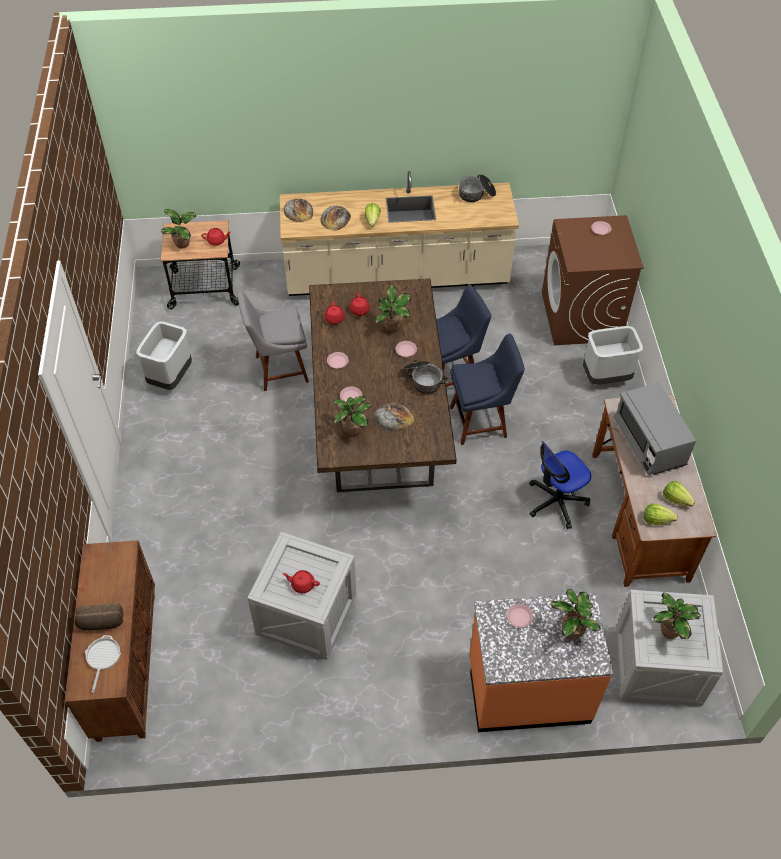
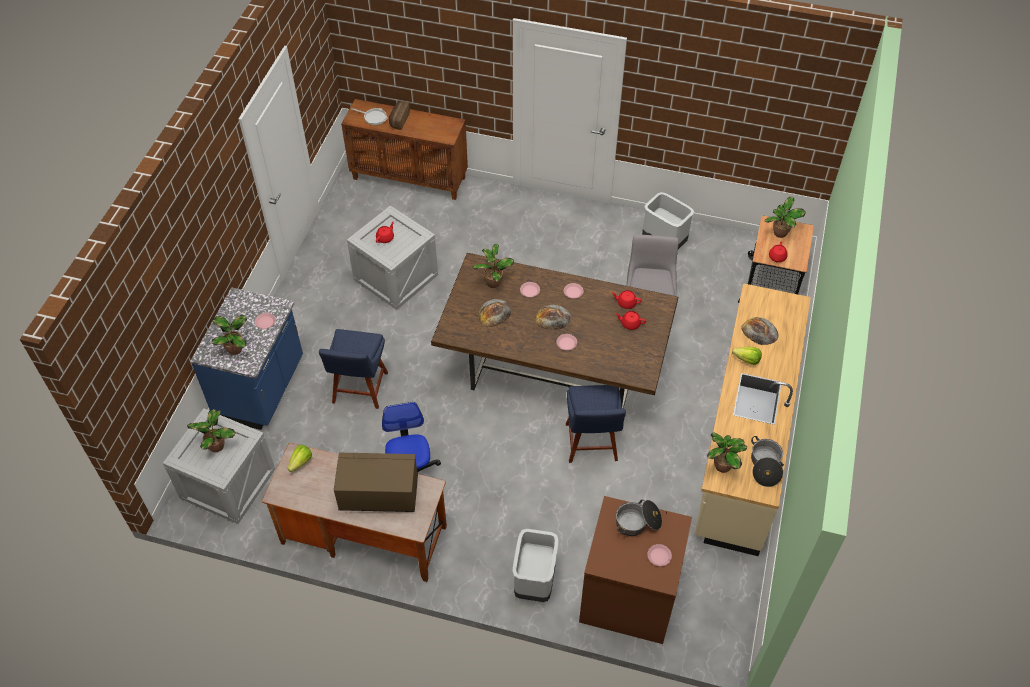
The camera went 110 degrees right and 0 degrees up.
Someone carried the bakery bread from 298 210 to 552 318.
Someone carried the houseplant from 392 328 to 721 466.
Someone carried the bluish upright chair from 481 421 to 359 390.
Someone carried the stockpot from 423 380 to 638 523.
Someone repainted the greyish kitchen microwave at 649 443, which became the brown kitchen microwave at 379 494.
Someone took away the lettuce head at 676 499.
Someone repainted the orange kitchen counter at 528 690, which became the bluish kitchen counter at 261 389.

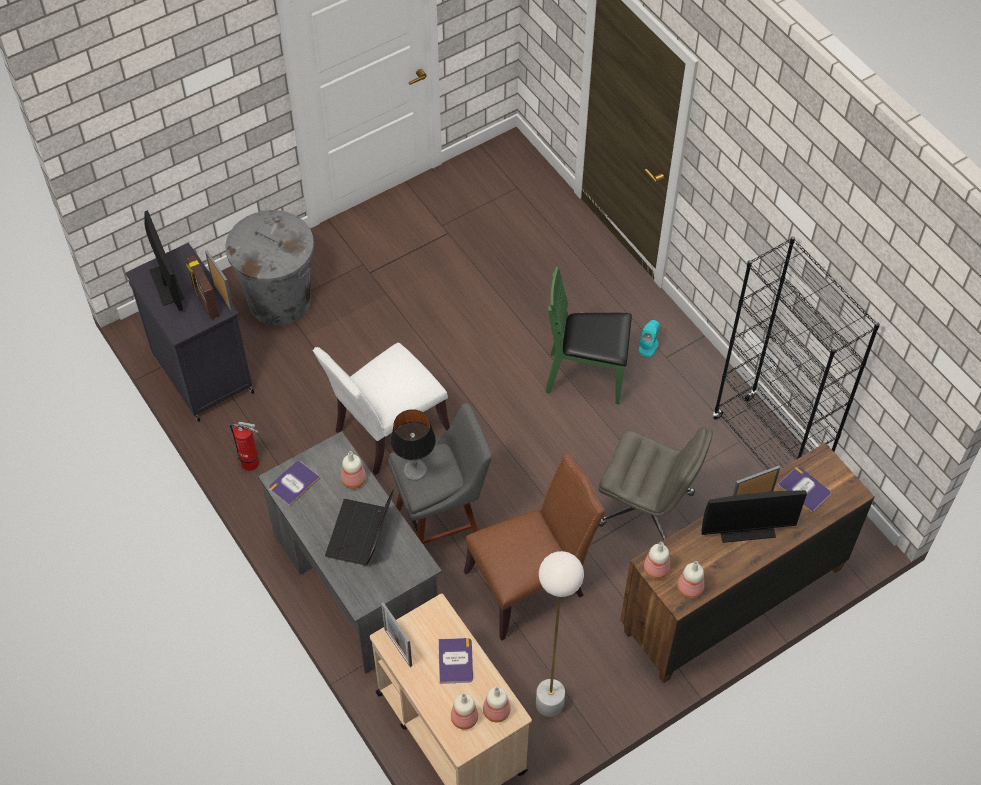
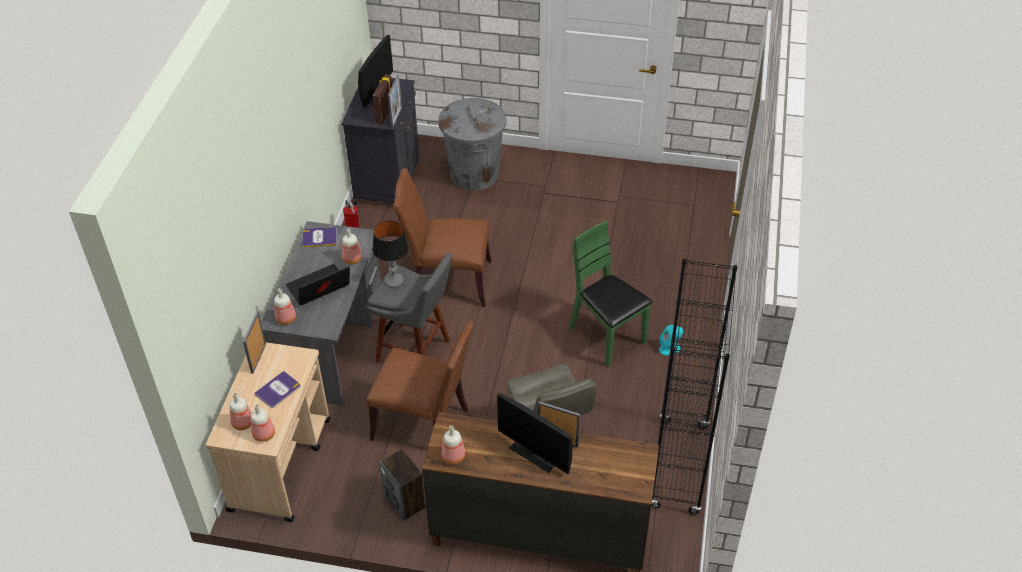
The camera went 45 degrees right and 10 degrees down.
Someone repainted the white upright chair at 387 431, which became the brown upright chair at 448 281.
Someone took away the volume at 804 489.
Someone carried the drink bottle from 656 568 to 286 318.
Someone took away the white standing lamp at 549 703.
Someone put down the audio speaker at 405 501.

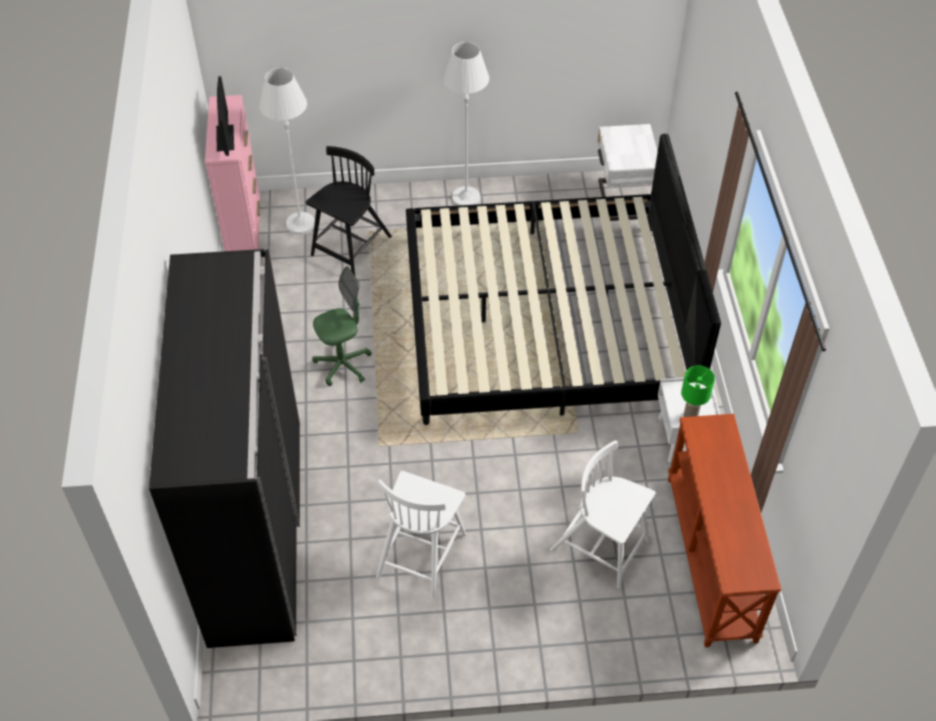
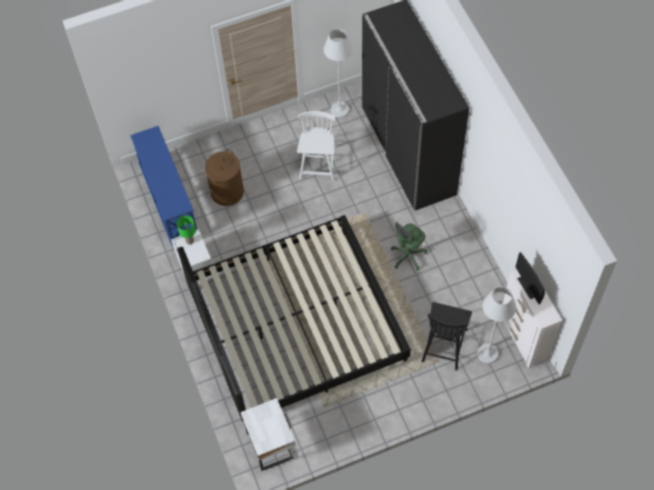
The camera went 165 degrees right and 10 degrees up.
Someone carried the white standing lamp from 466 198 to 339 110.
Someone repainted the pinkish dresser at 244 229, which became the white dresser at 523 338.
Someone repainted the brown narrow table at 712 557, which became the bluish narrow table at 169 202.
Someone swapped the white upright chair at 601 547 for the brown laundry basket at 227 192.

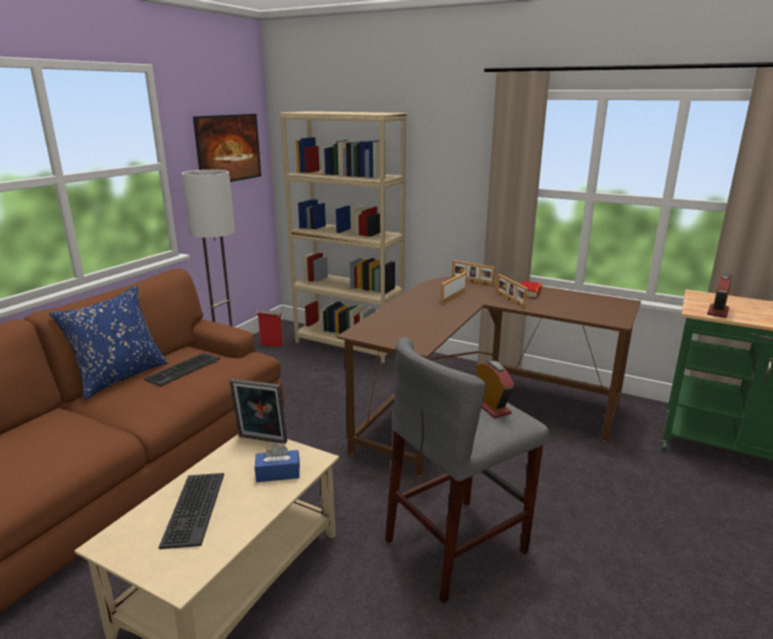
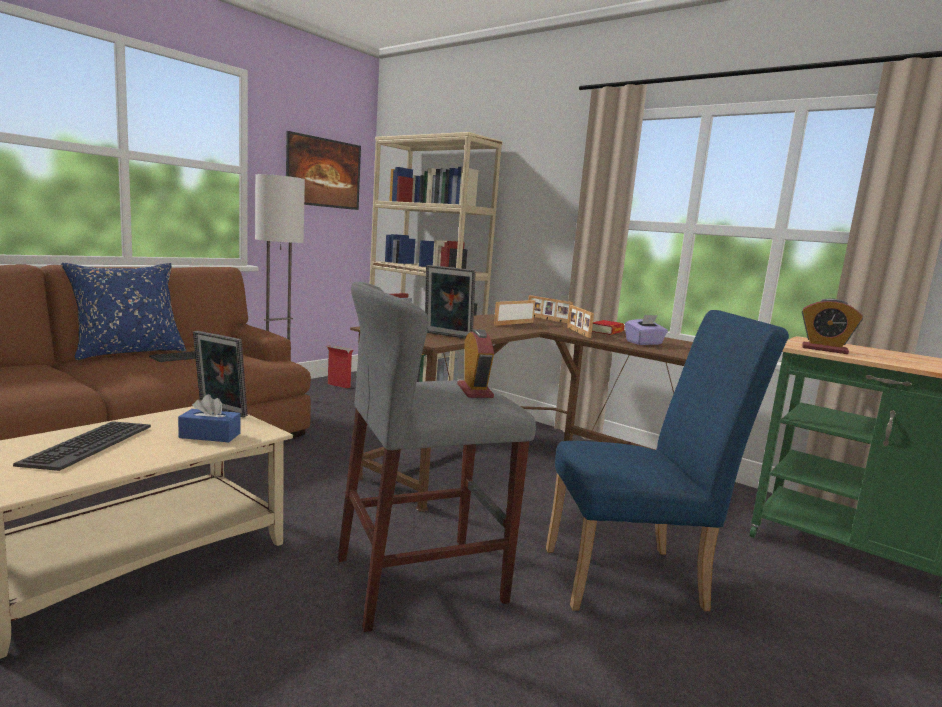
The camera went 10 degrees right and 10 degrees down.
Someone rotated the table clock at 718 311 by 75 degrees clockwise.
Someone put down the standing frame at 447 336.
Someone put down the bluish upright chair at 636 578.
Someone put down the purple box of tissues at 644 343.

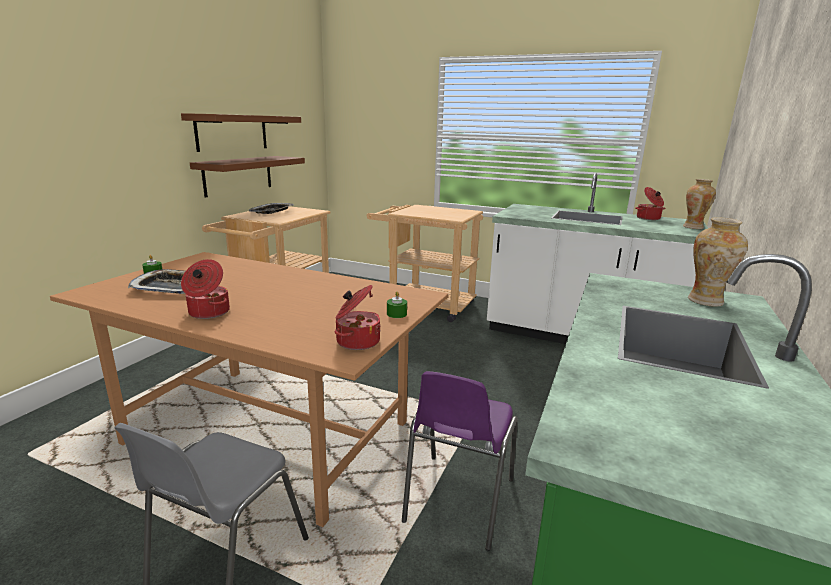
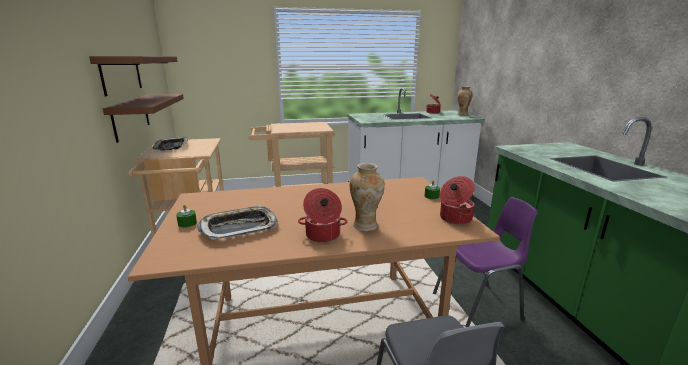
The camera went 35 degrees left and 0 degrees up.
Someone carried the decorative vase from 706 301 to 366 226.
Someone rotated the purple upright chair at 457 502 by 90 degrees counterclockwise.

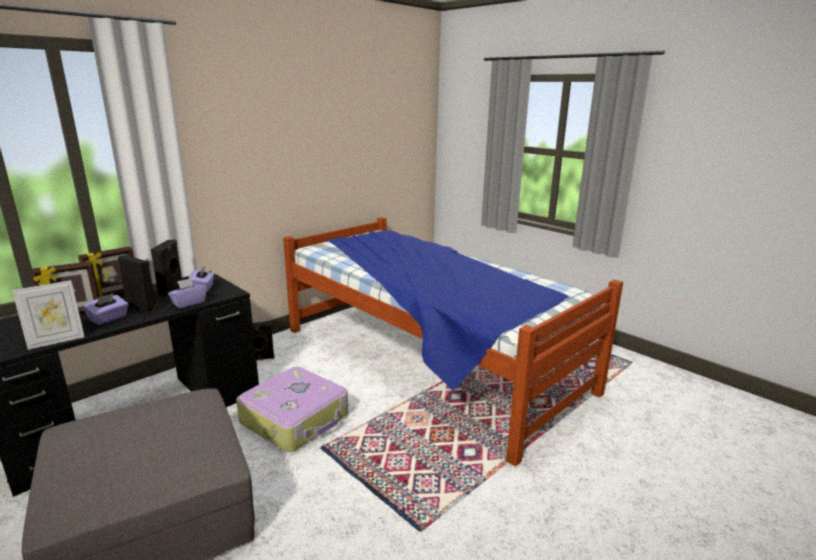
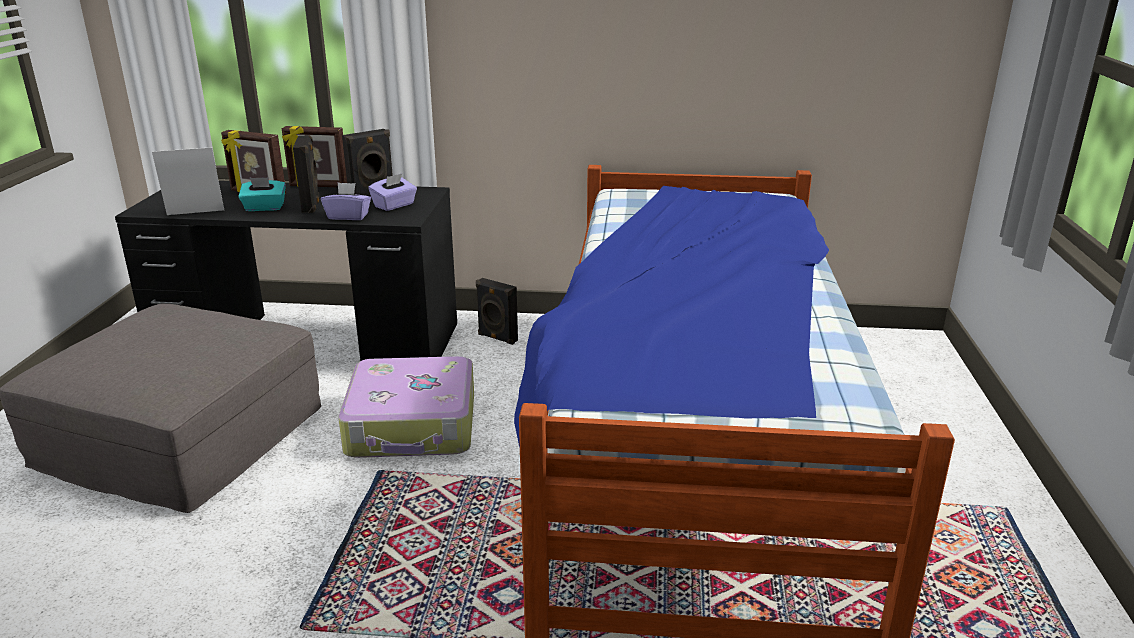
The camera went 50 degrees right and 5 degrees up.
Someone rotated the standing frame at 56 341 by 150 degrees clockwise.
Someone repainted the purple box of tissues at 108 319, which became the turquoise box of tissues at 264 208.

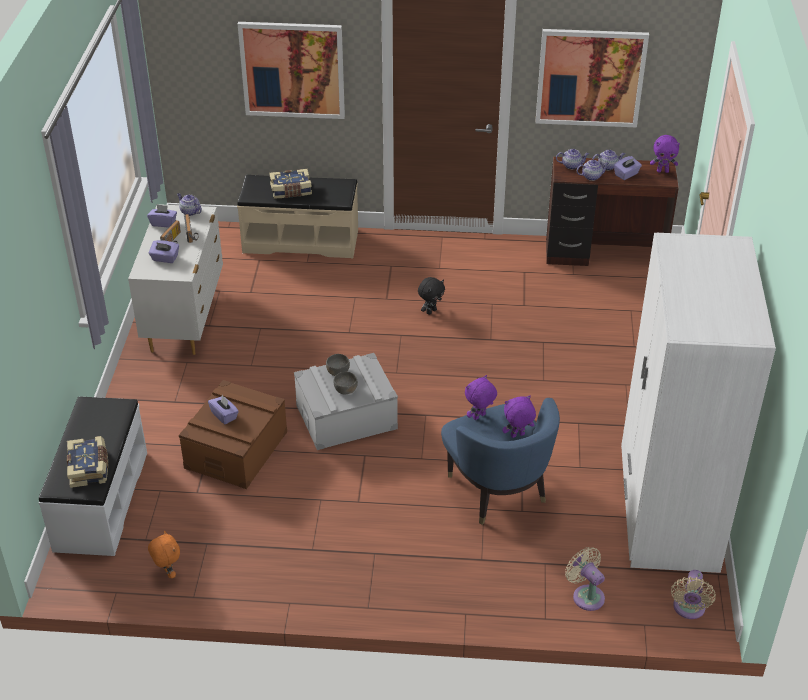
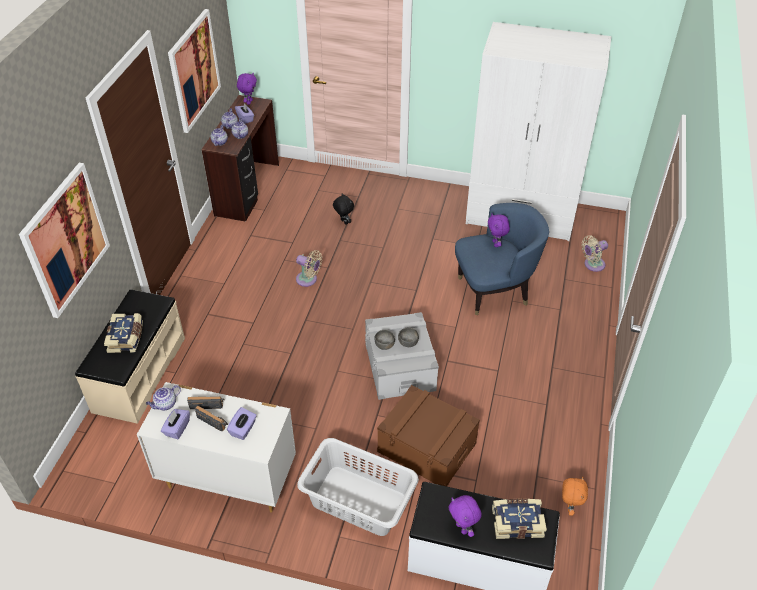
The camera went 80 degrees left and 5 degrees up.
Someone carried the black-coloured soft toy from 431 311 to 343 222.
Someone carried the purple soft toy from 479 417 to 462 528.
Someone took away the purple box of tissues at 224 415.
Someone rotated the orange soft toy at 167 573 by 120 degrees clockwise.
Someone carried the beige electric fan from 688 609 to 308 280.
Someone put down the greyish laundry basket at 358 500.

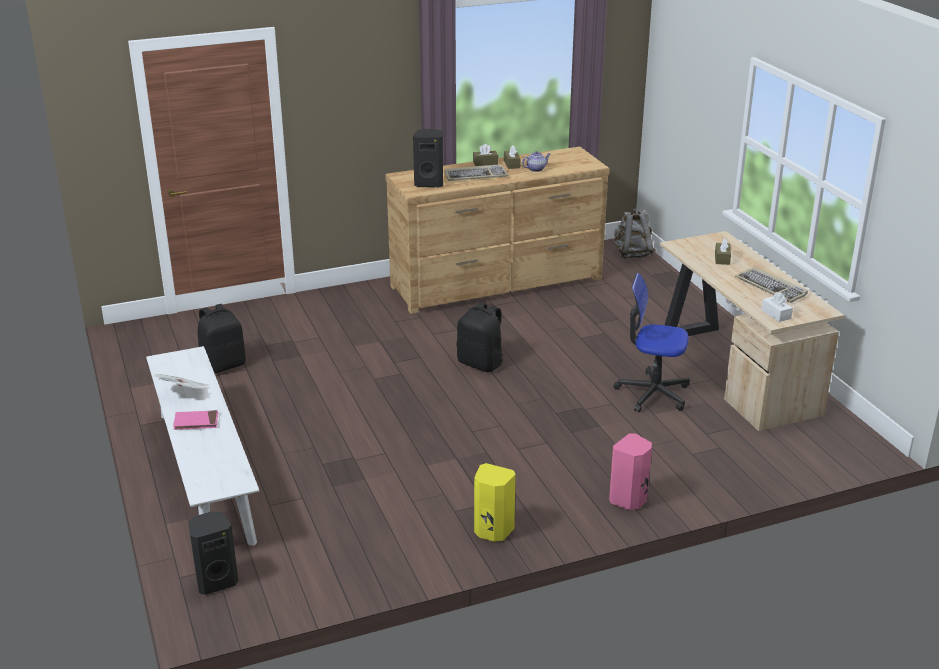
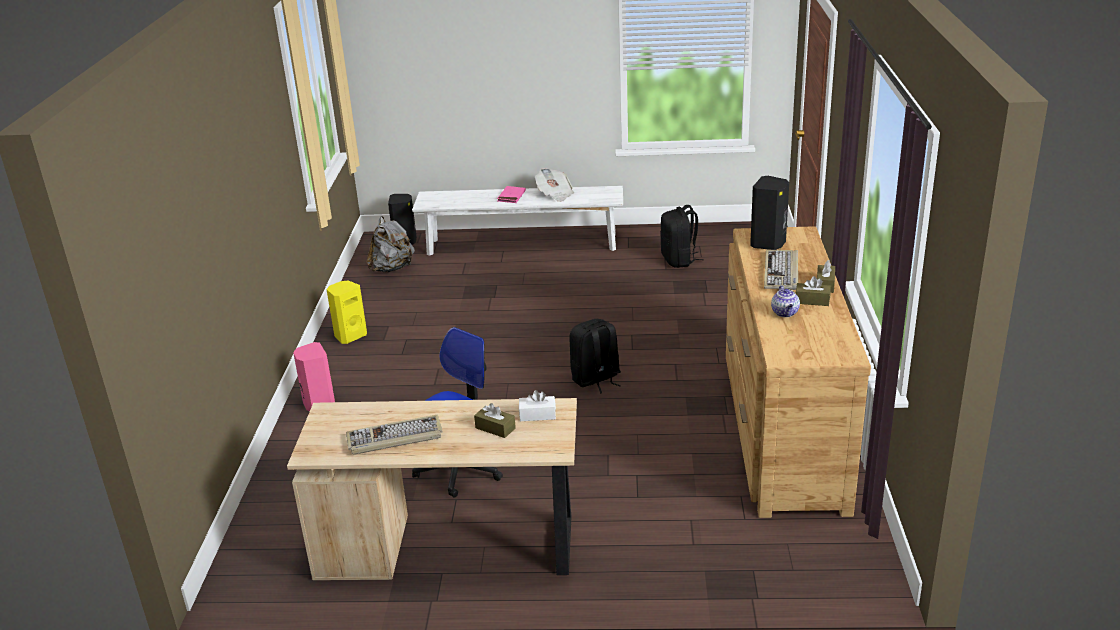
The camera went 115 degrees right and 0 degrees up.
Someone carried the greyish knapsack from 632 254 to 392 268.
Someone carried the white box of tissues from 776 314 to 537 415.

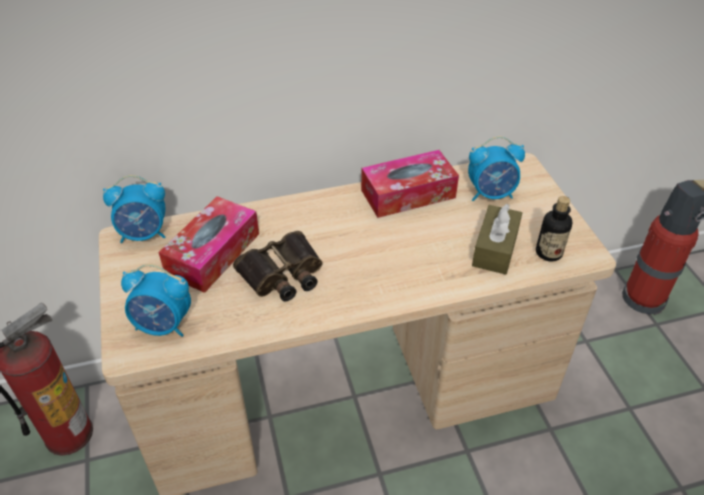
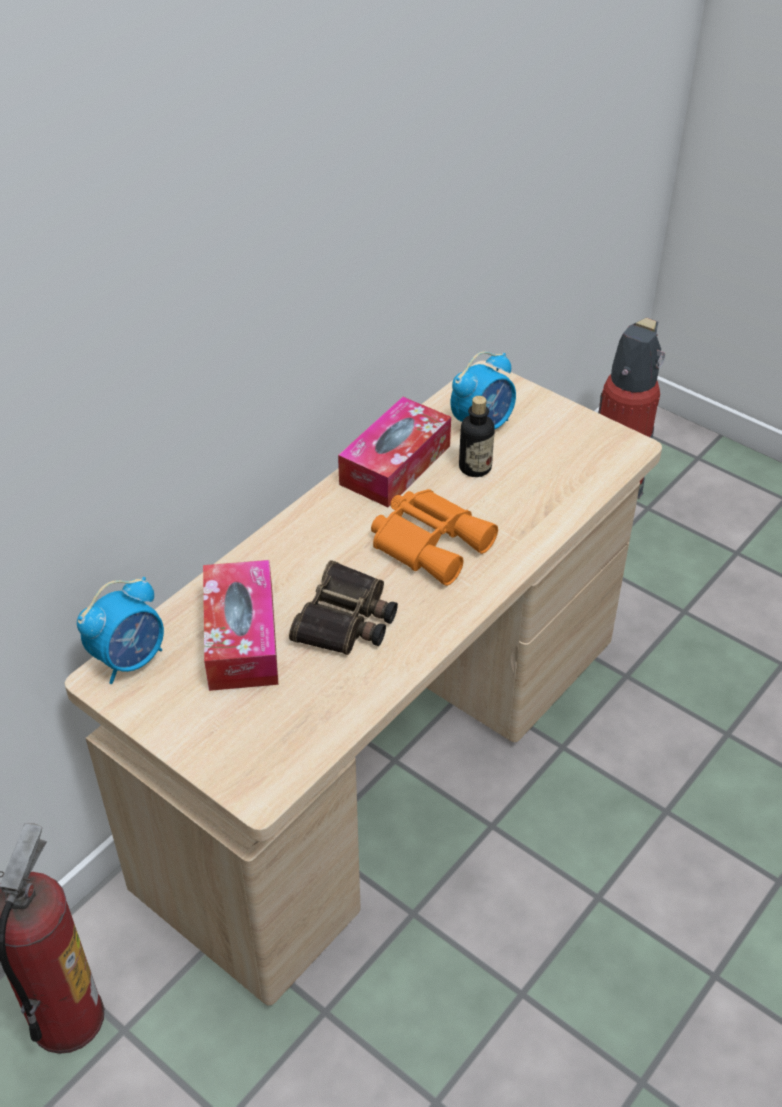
The camera went 35 degrees left and 0 degrees up.
Someone carried the drink bottle from 548 253 to 475 467.
Someone took away the brown box of tissues at 495 249.
Someone took away the table clock at 164 325.
Someone put down the orange field glasses at 430 541.

